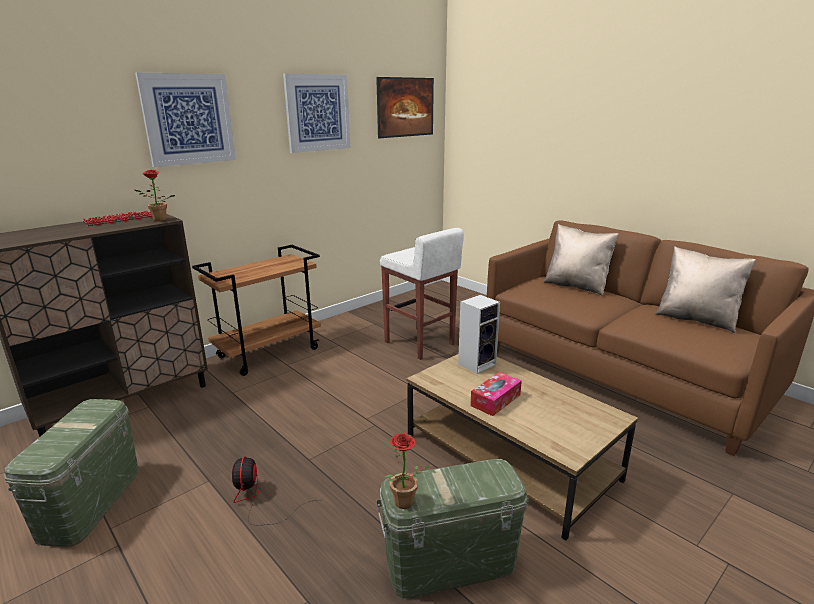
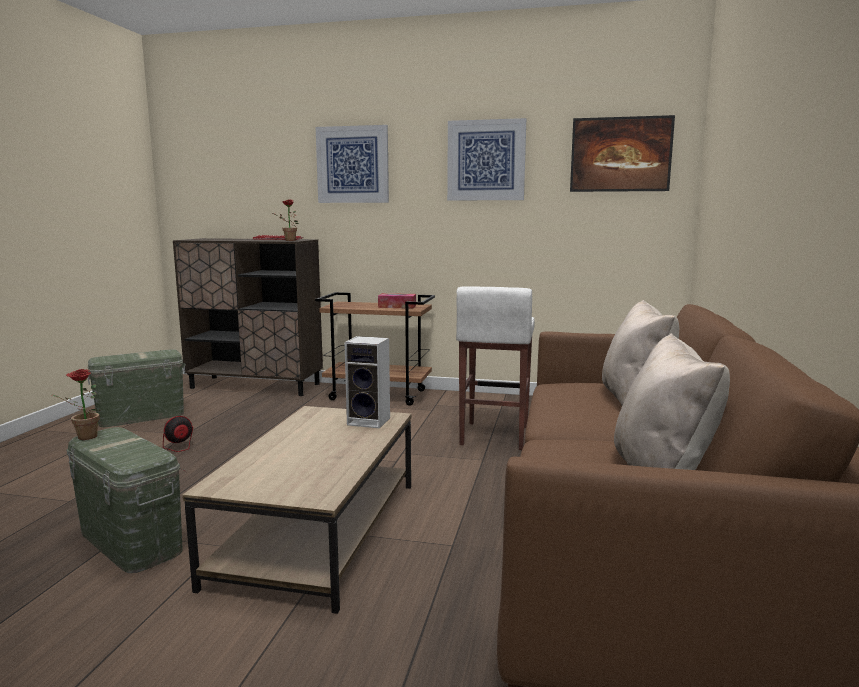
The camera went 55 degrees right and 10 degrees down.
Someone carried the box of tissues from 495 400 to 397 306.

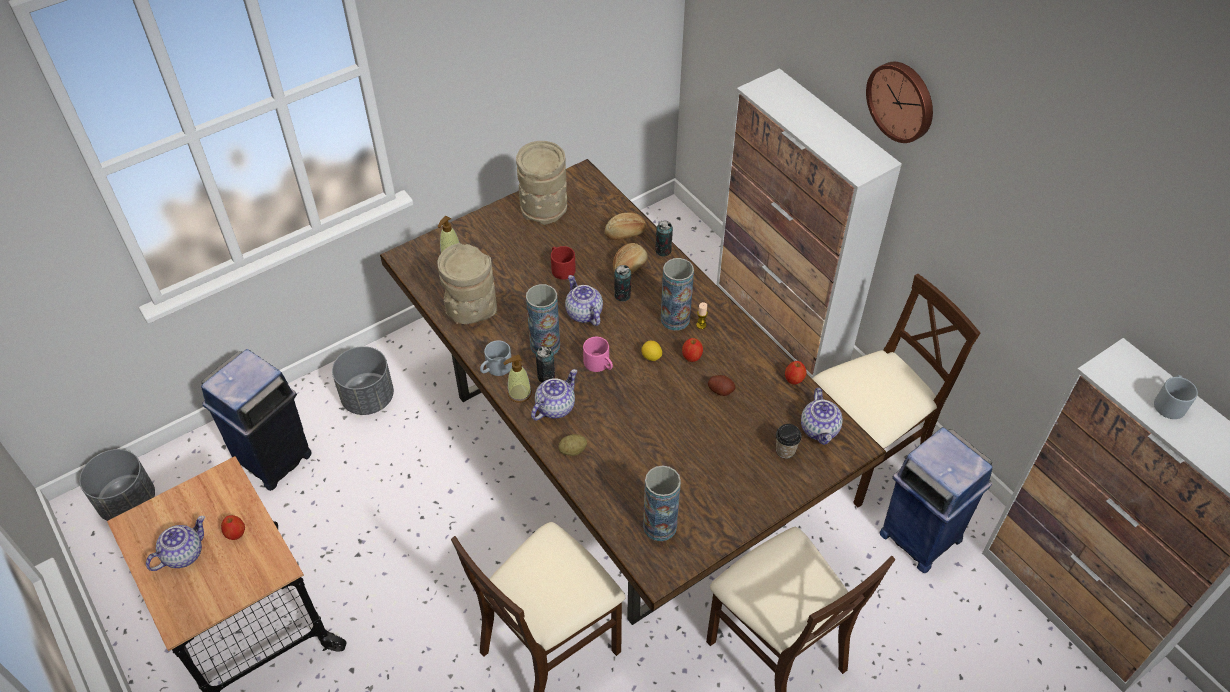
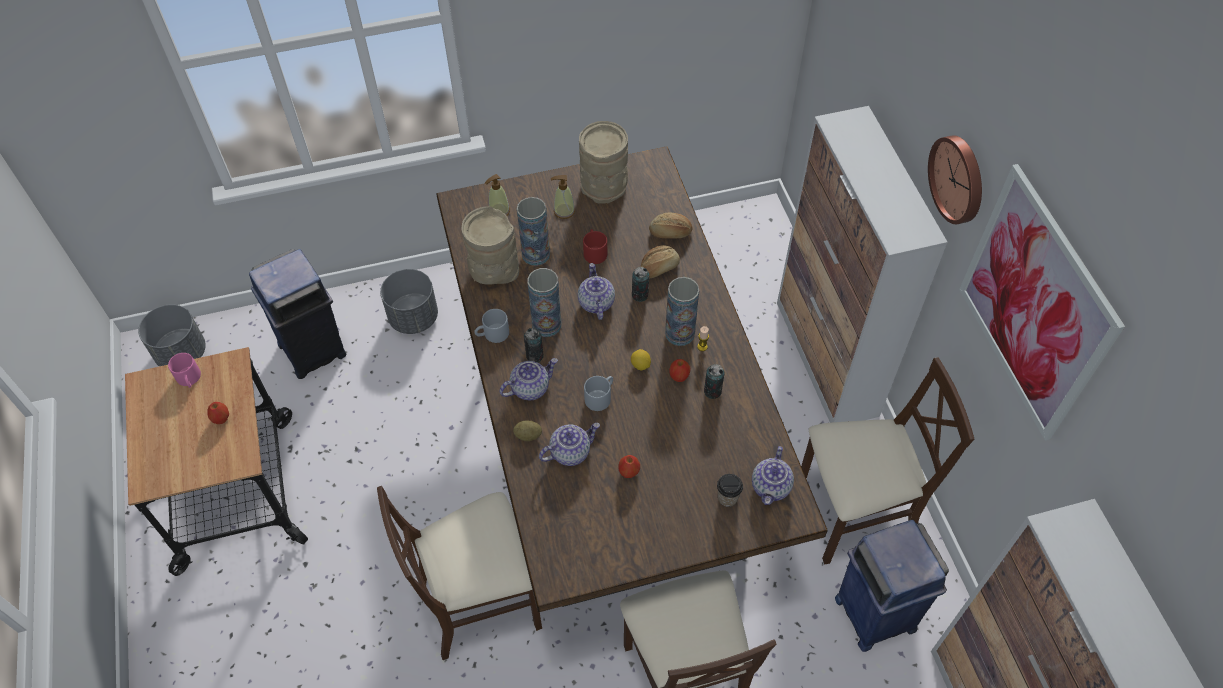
The camera went 20 degrees right and 5 degrees up.
Someone carried the can from 663 251 to 712 391.
Someone carried the pinkish coffee mug from 600 364 to 190 379.
Someone carried the liquid soap bottle from 519 393 to 564 211.
Someone carried the apple fruit from 794 380 to 628 472.
Someone took away the spud at 721 390.
Someone carried the greyish coffee mug from 1169 402 to 600 396.
Someone carried the decorative vase from 660 526 to 536 254.
Someone carried the teapot from 183 553 to 570 452.
Someone put up the picture at 1034 305.

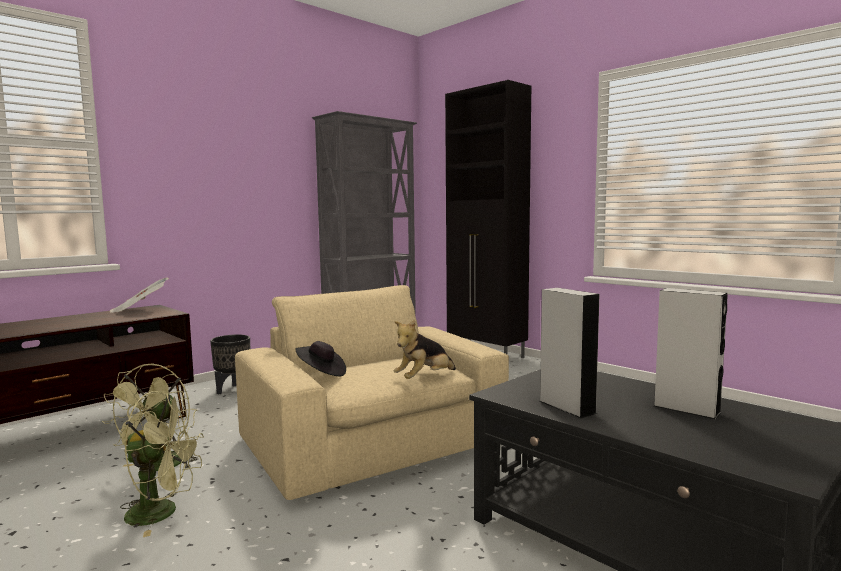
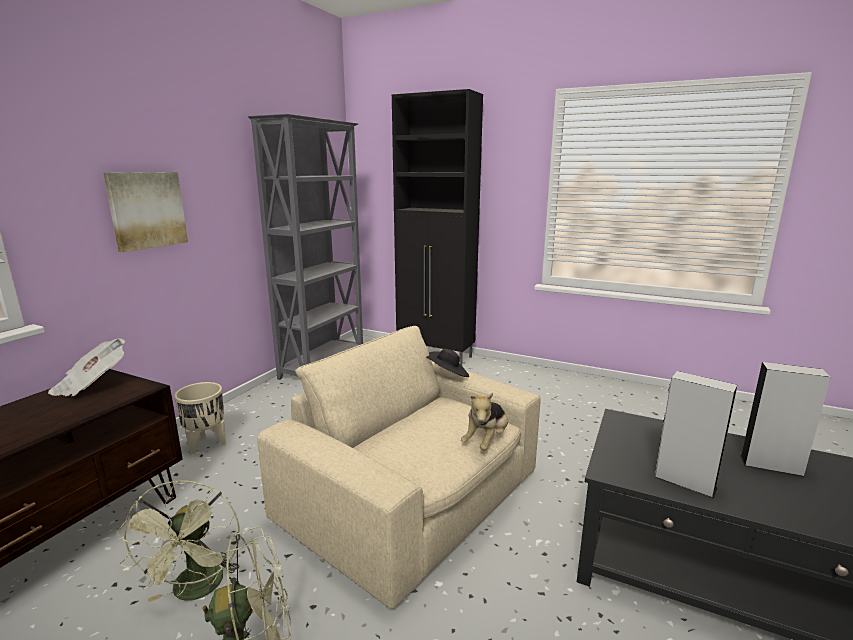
The camera went 20 degrees left and 10 degrees up.
Someone repainted the black-coloured flower pot at 233 390, which became the beige flower pot at 206 445.
Someone carried the black-coloured hat from 321 373 to 447 375.
Someone put up the picture at 146 210.

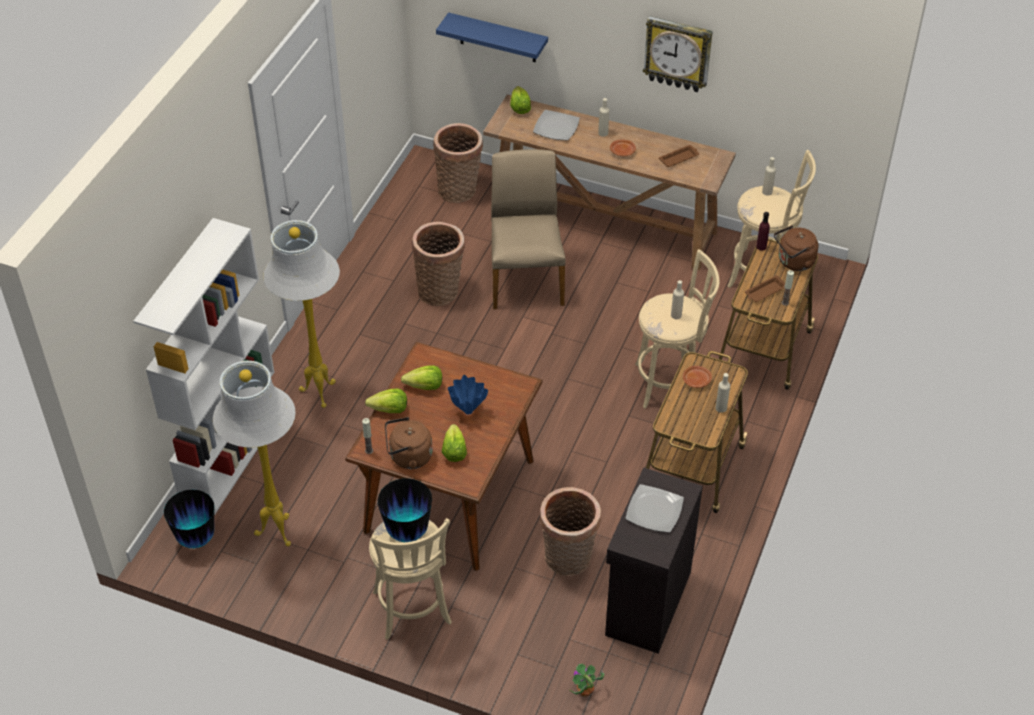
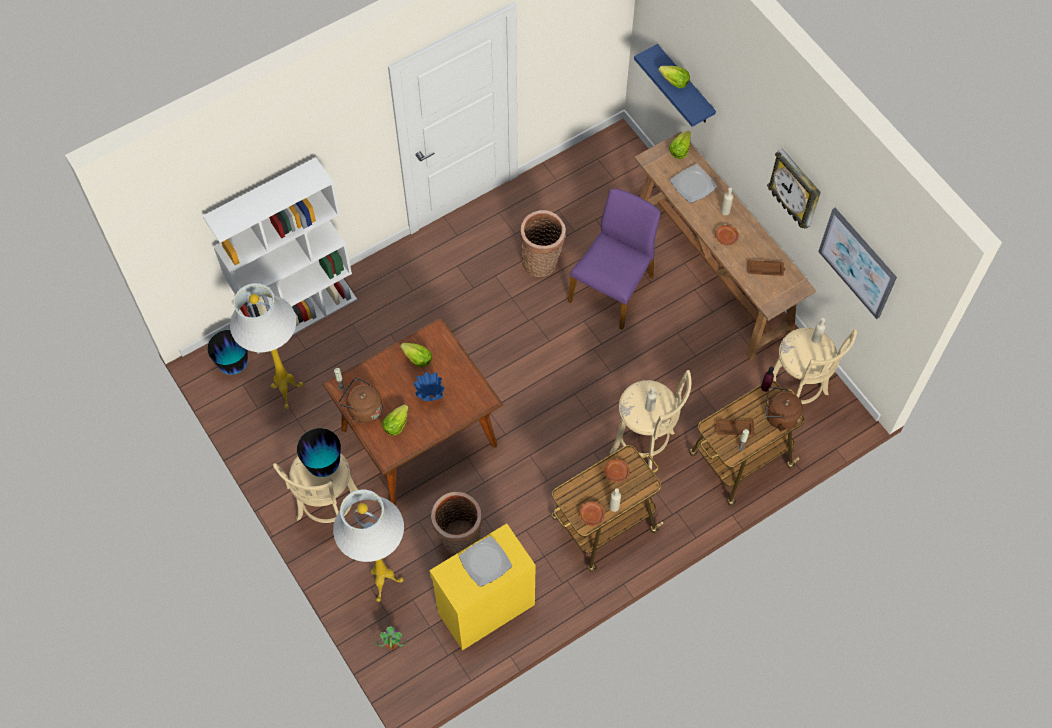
The camera went 35 degrees right and 15 degrees up.
Someone took away the storage basket at 459 190.
Someone repainted the beige upright chair at 525 278, which became the purple upright chair at 612 288.
Someone carried the white standing lamp from 318 394 to 382 584.
Someone carried the lettuce head from 389 410 to 674 82.
Someone repainted the black-coloured storage cabinet at 646 603, which became the yellowish storage cabinet at 485 608.
Someone put up the picture at 857 263.
Someone put down the brown dinner plate at 591 515.

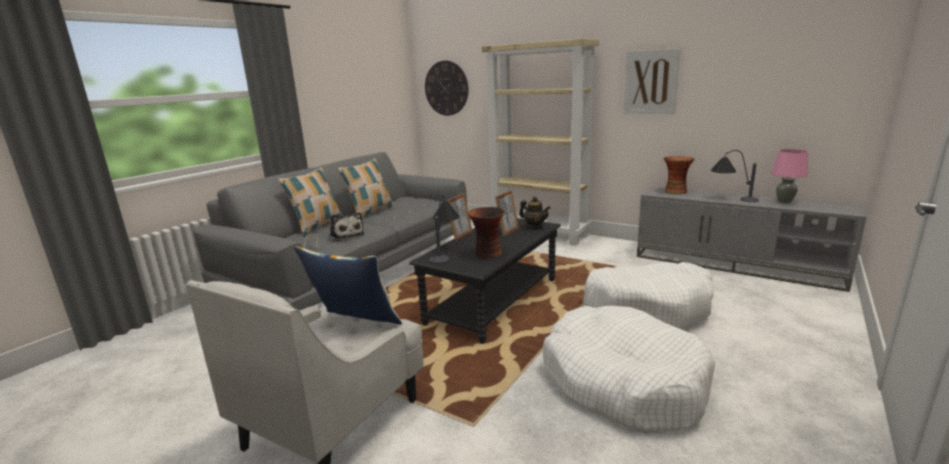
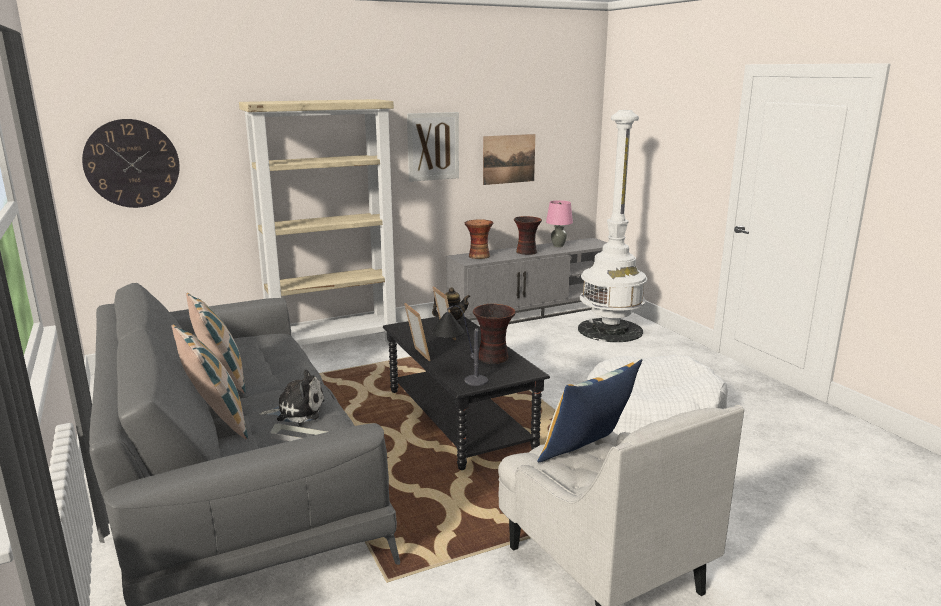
The camera went 60 degrees left and 0 degrees up.
Someone swapped the tabletop lamp at 730 199 for the decorative vase at 527 252.
Someone took away the white dog cushion at 648 308.
Someone put down the white standing lamp at 610 330.
Someone put up the picture at 509 159.

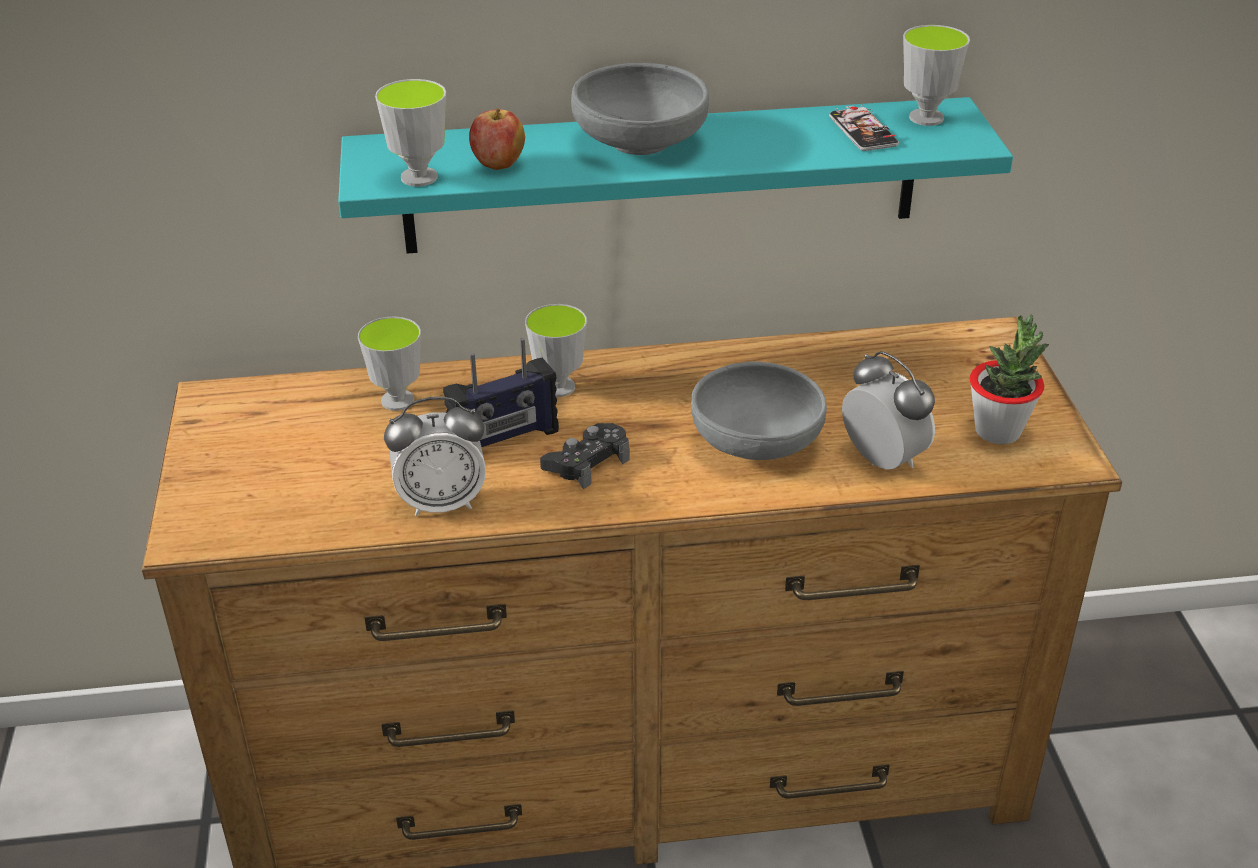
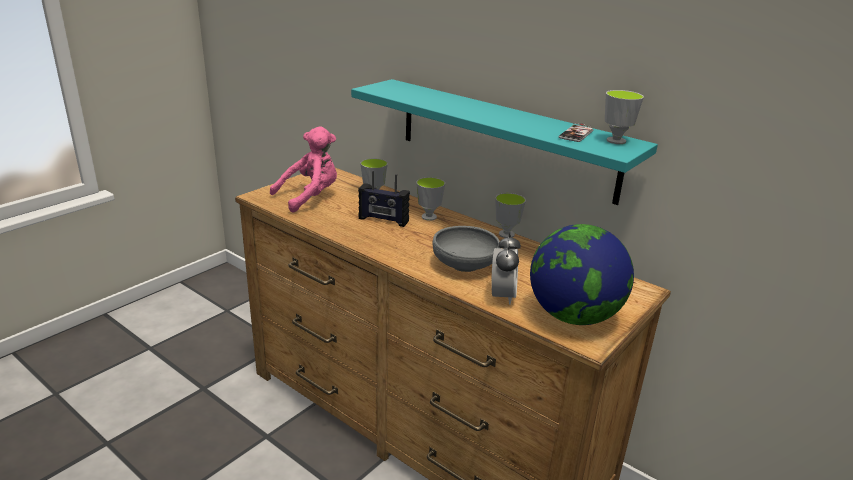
The camera went 45 degrees right and 10 degrees down.
Someone took away the greyish bowl at 639 142.
Someone carried the drinking cup from 419 177 to 506 234.
Someone took away the apple fruit at 498 164.
Someone swapped the houseplant at 998 431 for the world globe at 573 316.
Someone took away the table clock at 441 502.
Someone took away the black-coloured joypad at 587 462.
Someone put down the pinkish soft toy at 310 197.

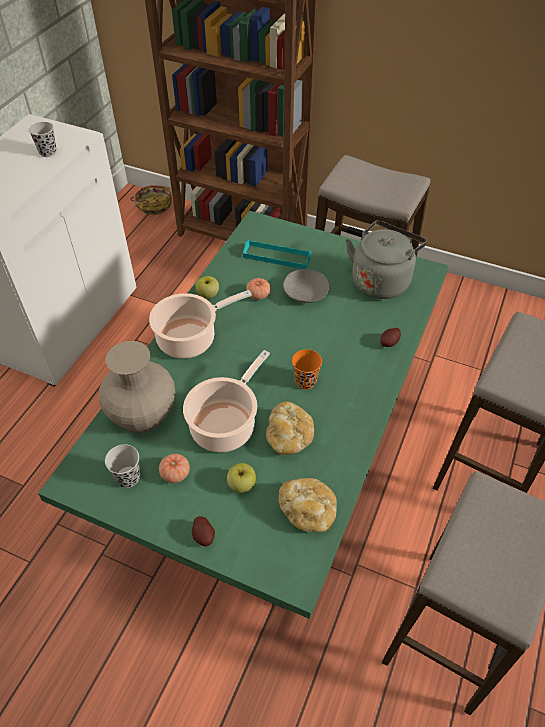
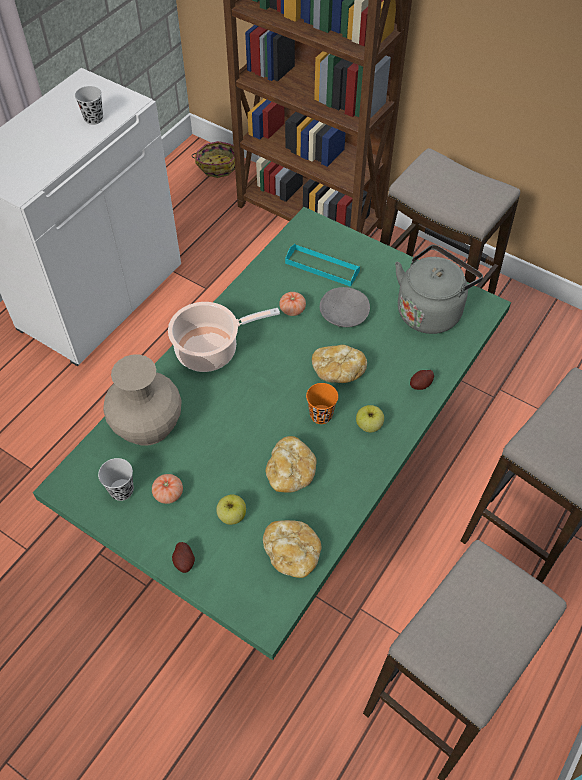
The camera went 10 degrees right and 5 degrees up.
Someone carried the apple fruit from 208 295 to 369 425.
Someone took away the stockpot at 225 424.
Someone put down the bakery bread at 337 371.

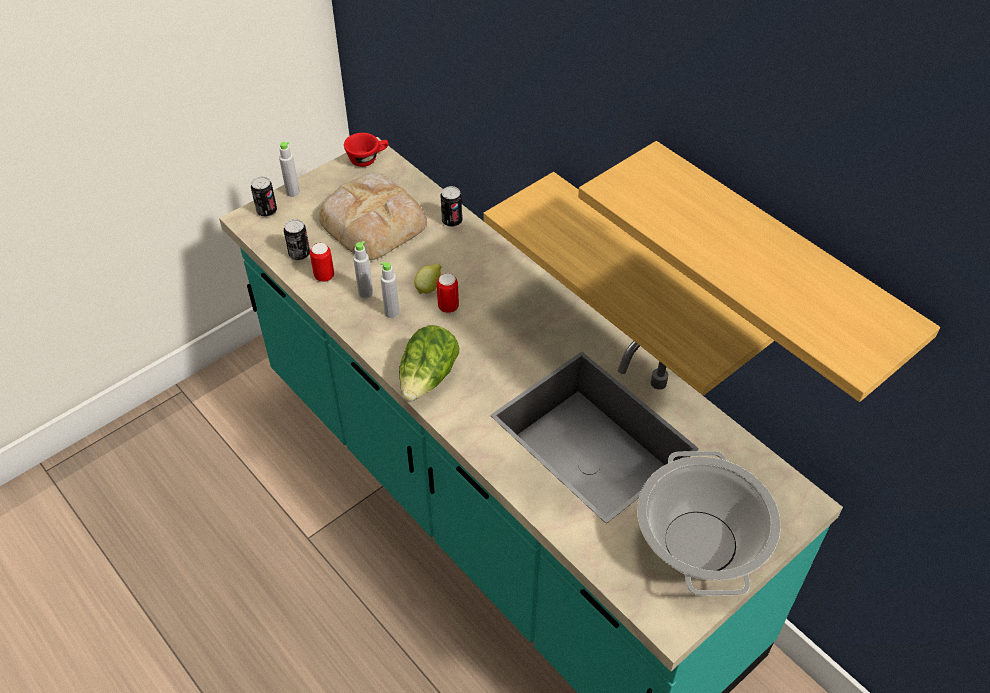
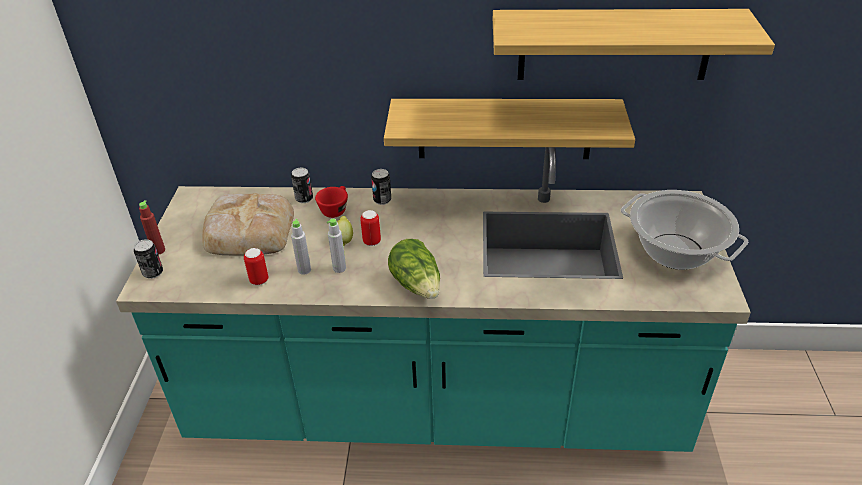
The camera went 45 degrees left and 10 degrees down.
Someone carried the red drinking cup from 368 159 to 335 209.
Someone repainted the greyish drink bottle at 292 192, which became the red drink bottle at 158 250.
Someone carried the can from 299 254 to 382 200.

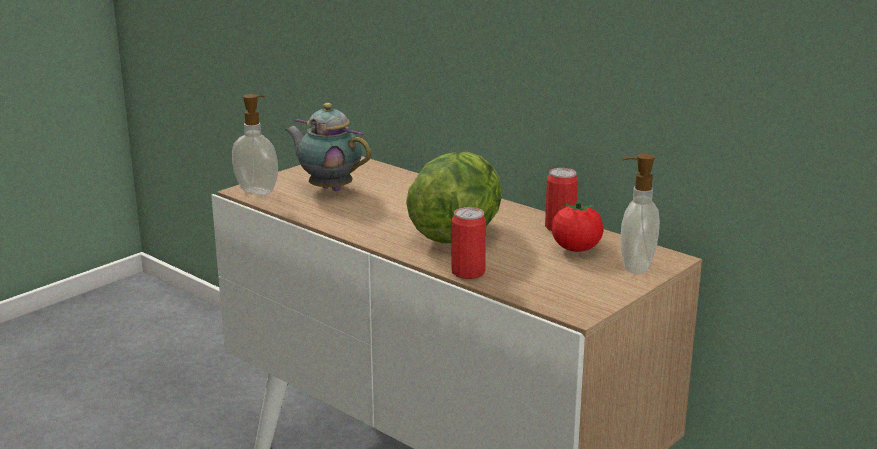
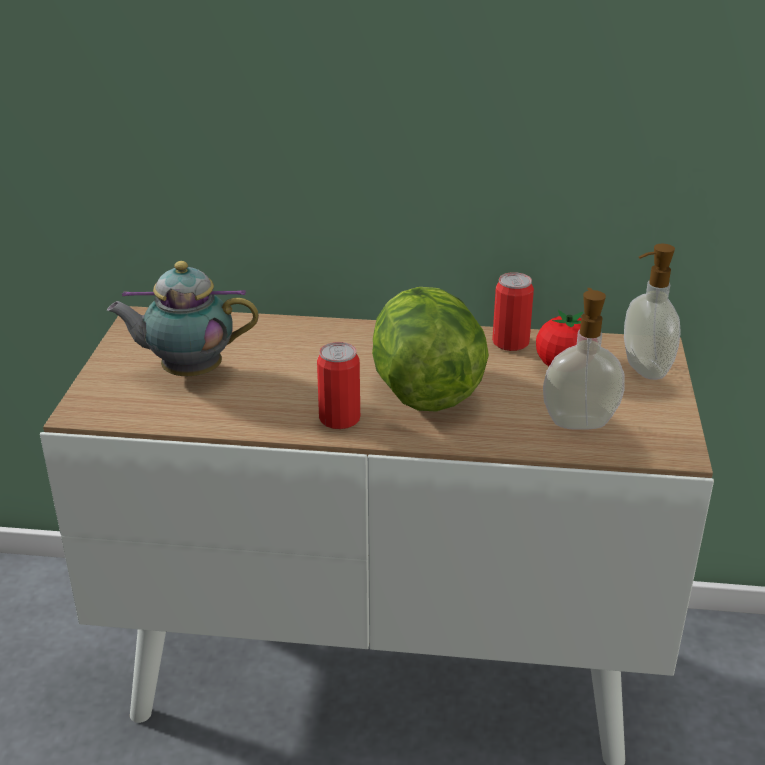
The camera went 35 degrees left and 10 degrees up.
Someone carried the liquid soap bottle from 258 190 to 579 421.
Someone carried the can from 468 272 to 339 418.

